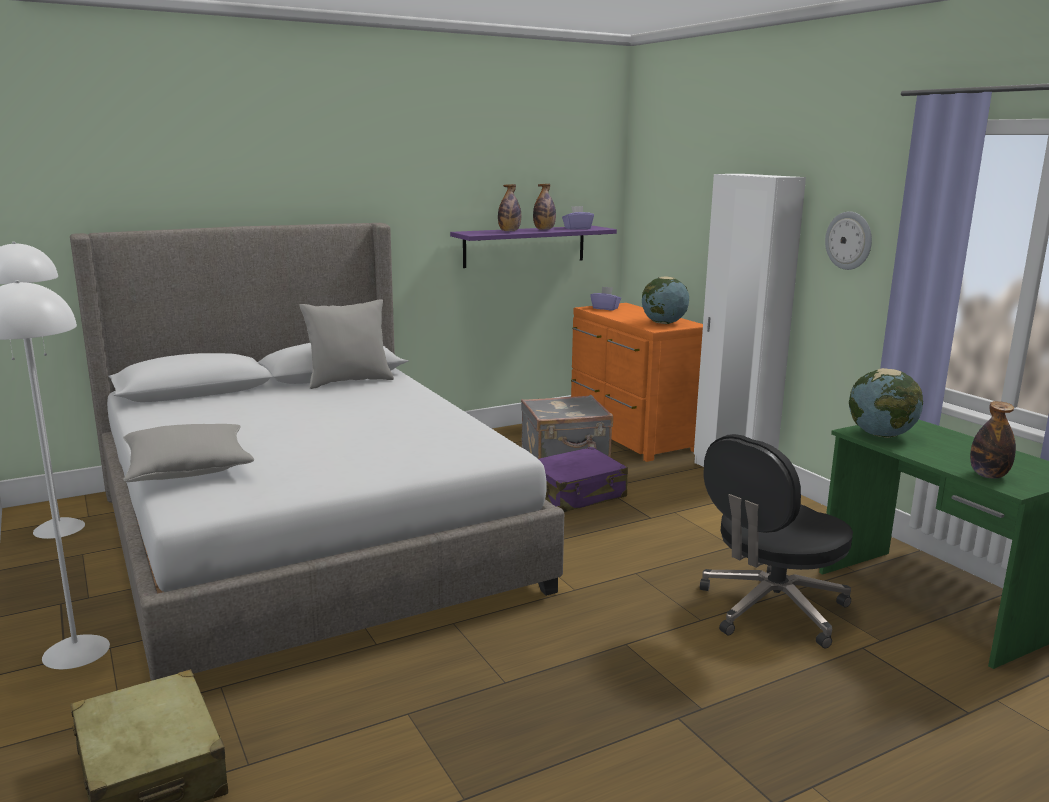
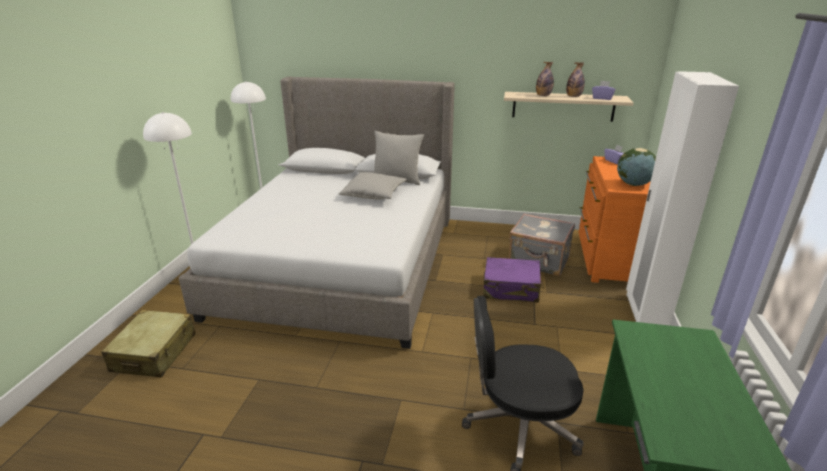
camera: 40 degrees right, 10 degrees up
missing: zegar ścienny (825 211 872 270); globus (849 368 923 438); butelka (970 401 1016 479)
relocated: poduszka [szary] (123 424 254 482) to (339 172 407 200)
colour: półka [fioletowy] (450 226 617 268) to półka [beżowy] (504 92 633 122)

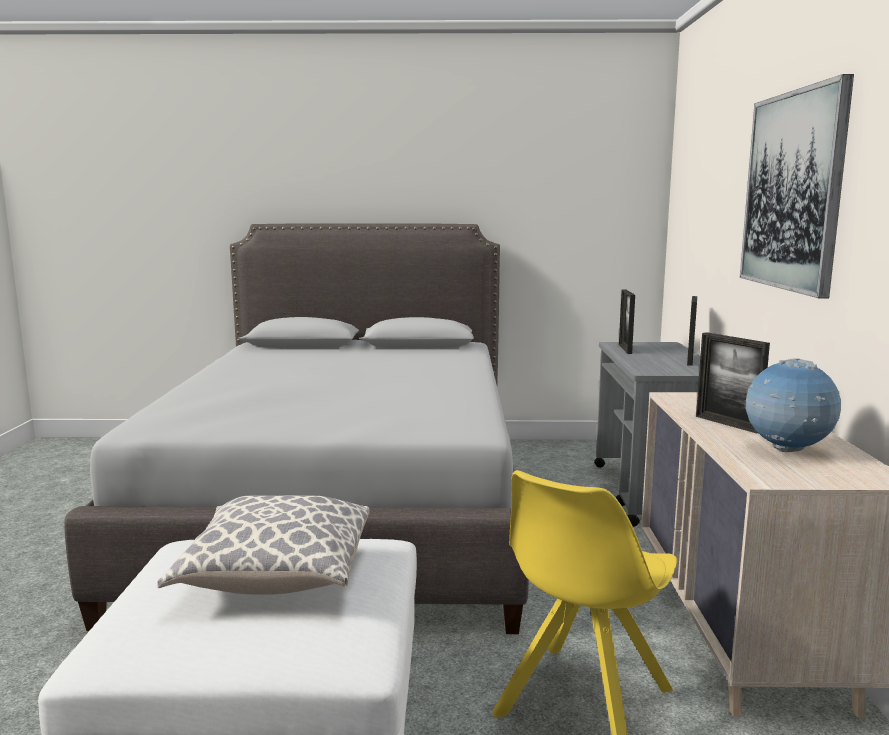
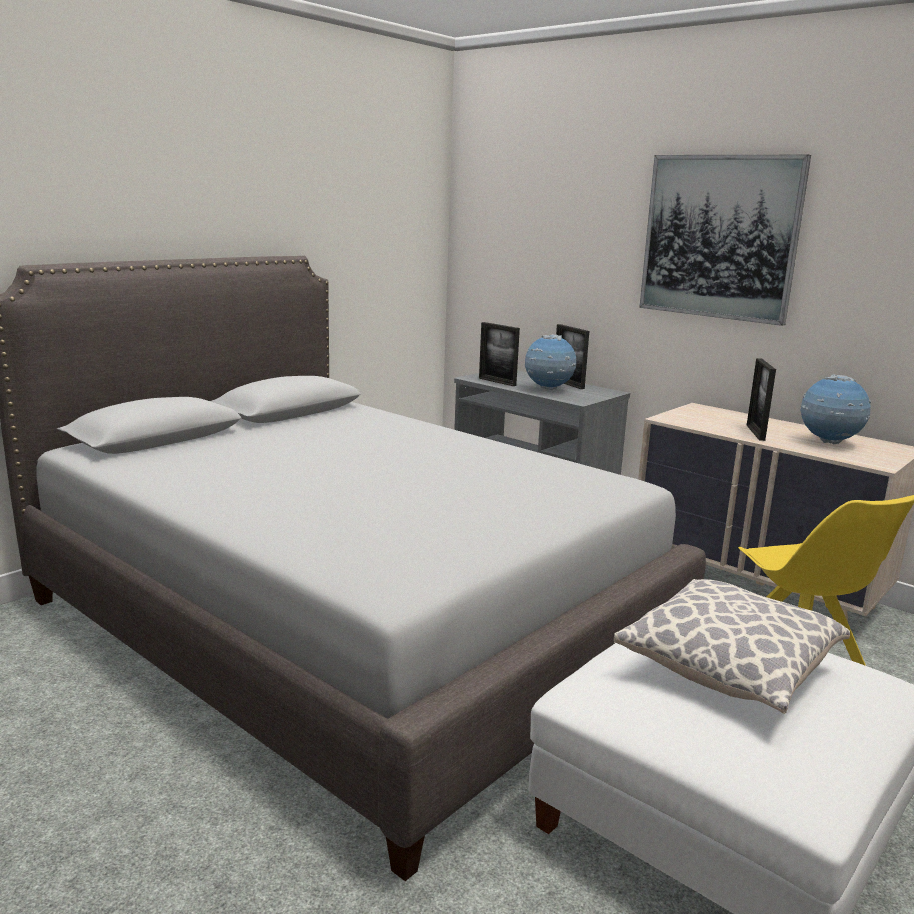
camera: 50 degrees left, 5 degrees up
appeared: globus (525 334 577 390)
spun: ramka na zdjęcie (696 332 770 433) = (747 358 776 441) 90 degrees clockwise

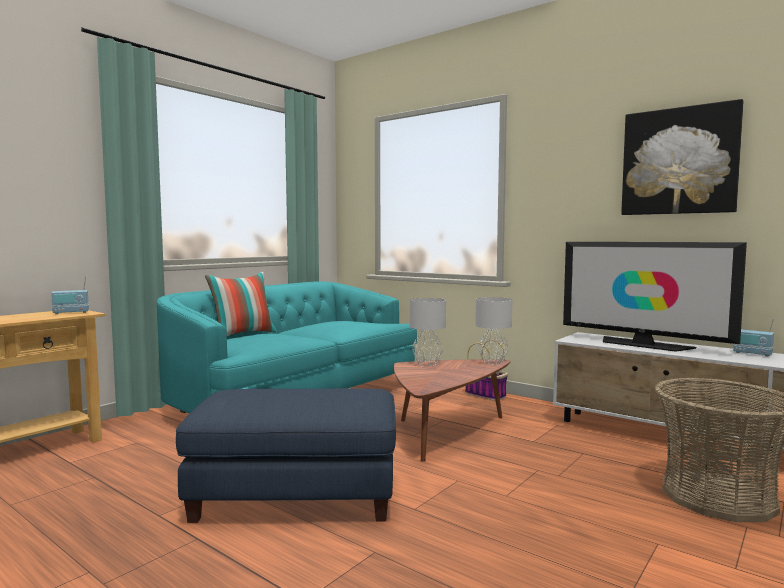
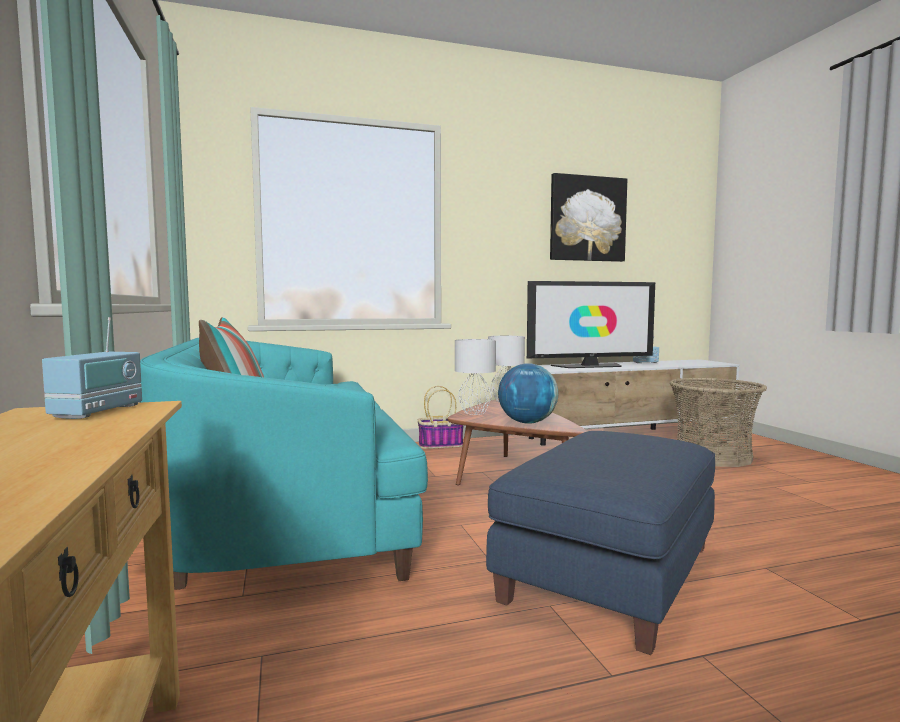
camera: 55 degrees left, 0 degrees up
appeared: globus (498 363 559 424)

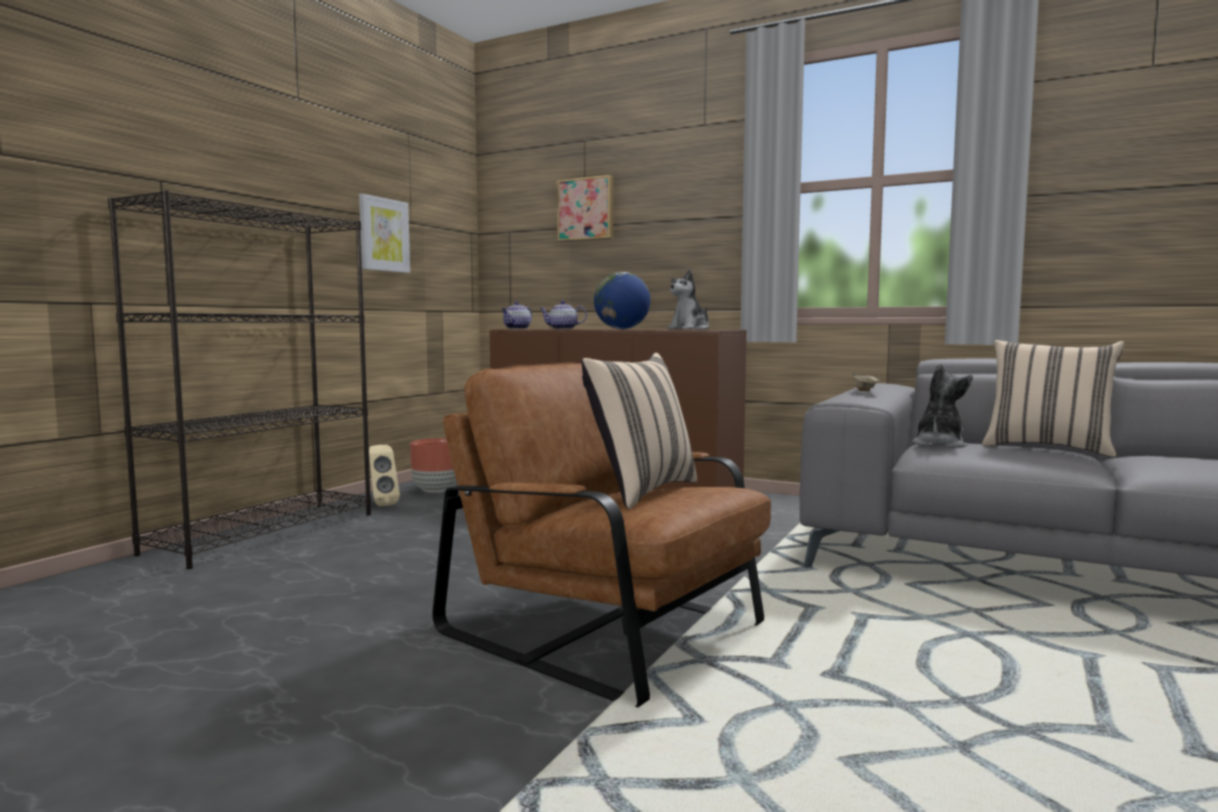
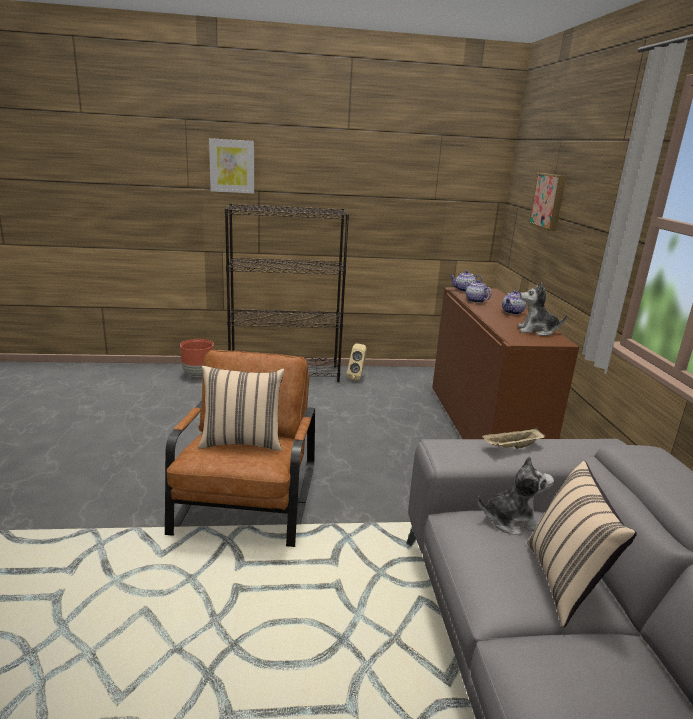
camera: 55 degrees right, 15 degrees up
relocated: donica [brązowy] (410 438 457 493) to (180 339 214 377); obraz (359 194 410 273) to (209 138 254 193)
exchanged: globus (594 272 651 329) to imbryk (502 290 526 315)

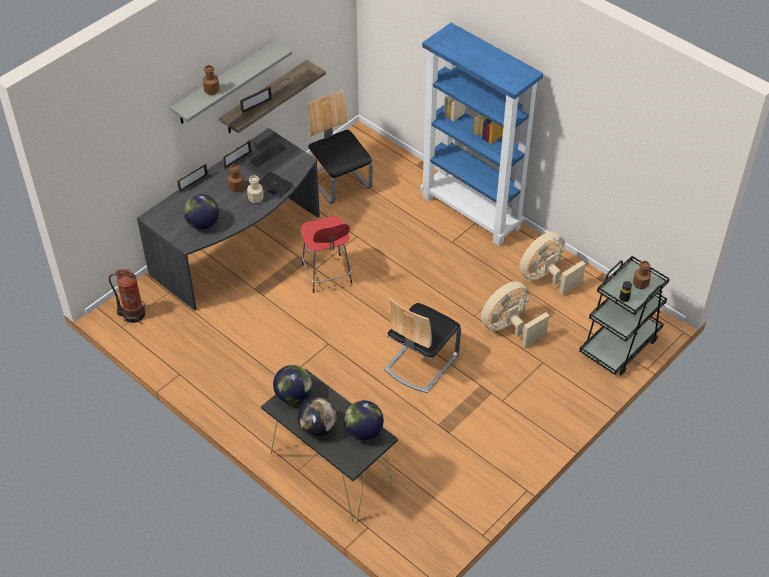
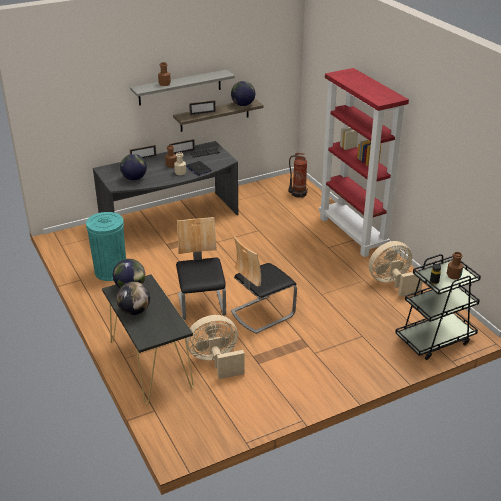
camera: 20 degrees right, 15 degrees down
missing: stołek [czerwony] (301 216 352 293)
appeared: kosz na śmieci [turkusowy] (86 212 126 281)
relocated: krzesło (308 90 373 204) to (176 217 226 320); wentylator [beżowy] (481 281 550 347) to (186 315 245 379); globus (344 400 384 440) to (231 81 255 106); gaśnica (109 270 145 323) to (288 153 308 198)
colour: regał [niebieski] (420 23 543 246) to regał [czerwony] (319 68 409 257)

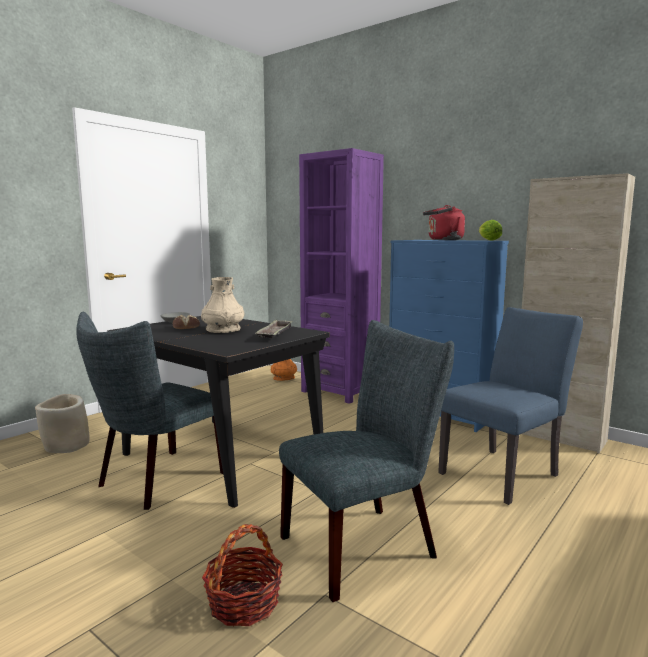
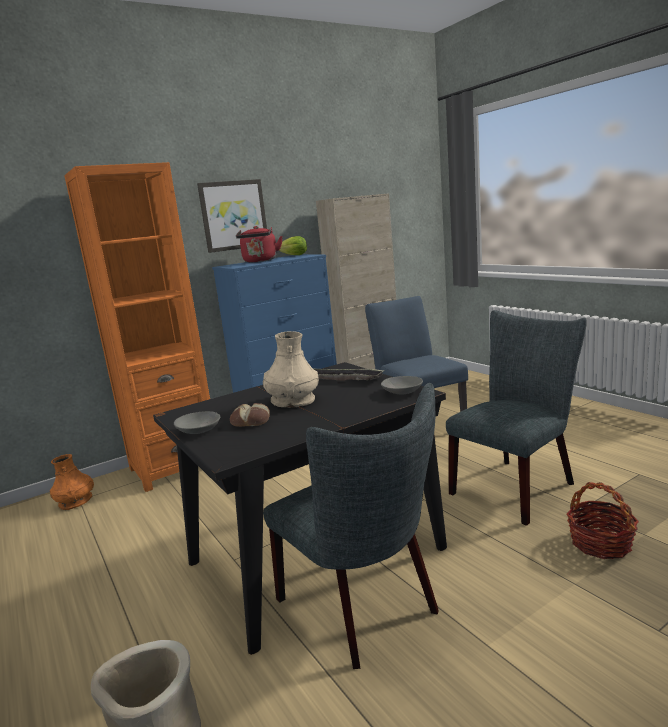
camera: 70 degrees left, 5 degrees up
appeared: obraz (197 179 267 253); miska [szary] (381 376 423 394)
colour: regał [fioletowy] (299 148 384 404) to regał [pomarańczowy] (64 162 210 492)
spun: krzesło [szary] (279 320 454 602) = (446 310 587 526) 60 degrees clockwise

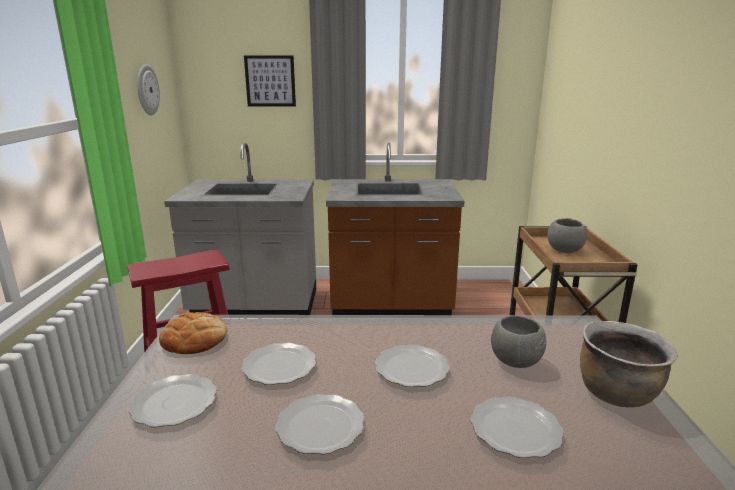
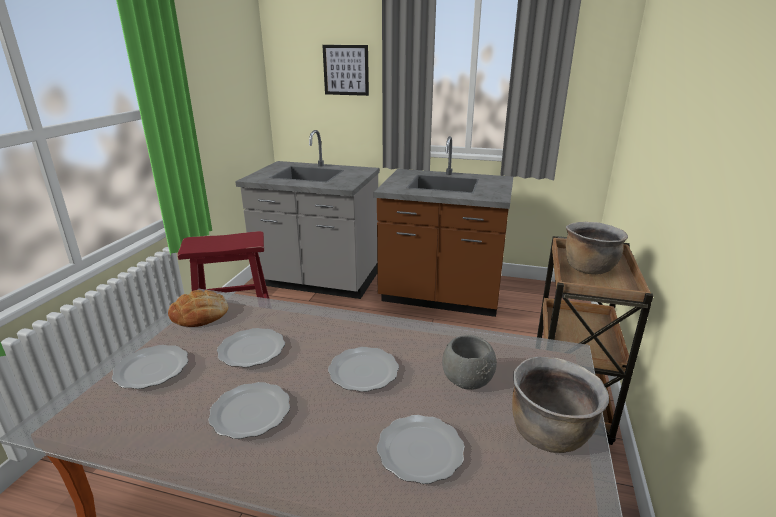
camera: 15 degrees right, 5 degrees up
missing: zegar ścienny (137 65 160 115)
exchanged: miska [szary] (547 218 587 253) to garnek [brązowy] (566 222 628 275)

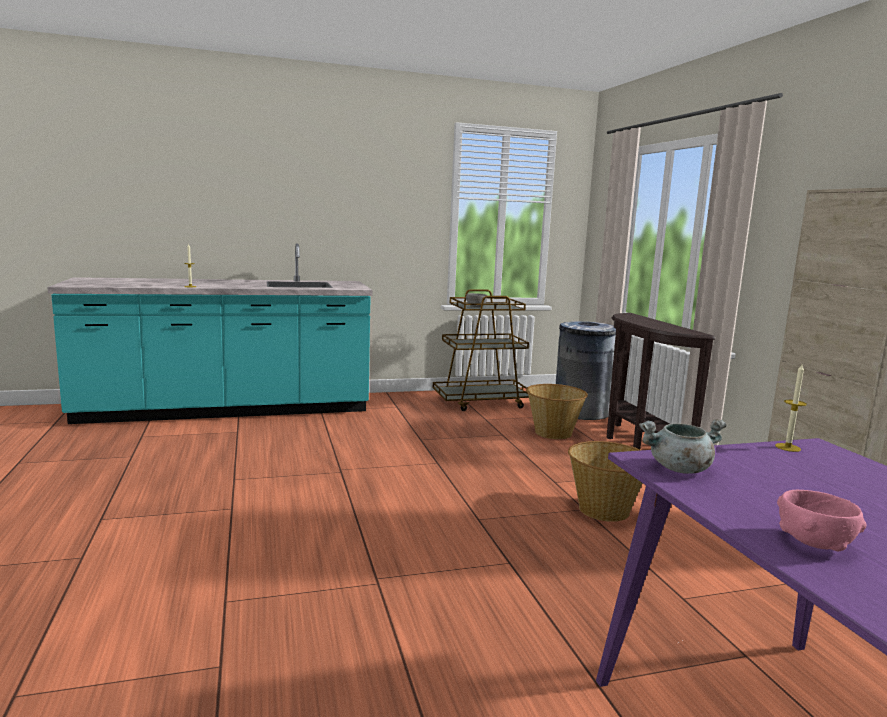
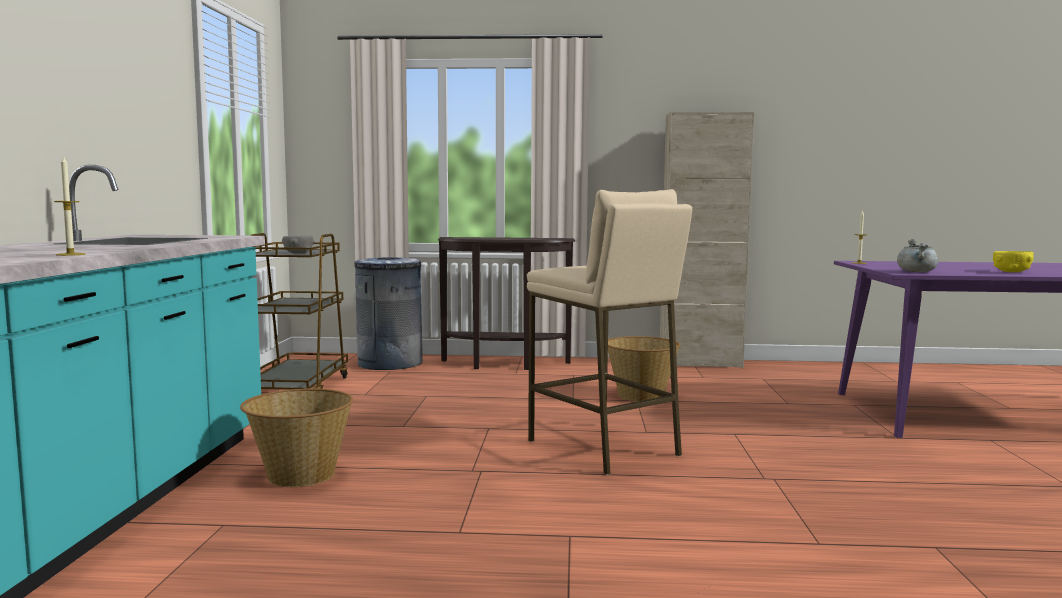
camera: 70 degrees left, 5 degrees down
appeared: stołek [beżowy] (527 189 692 475)
relocated: koszyk (526 384 588 439) to (240 388 353 487)
colour: miska [różowy] (777 490 866 551) to miska [żółty] (993 251 1034 272)

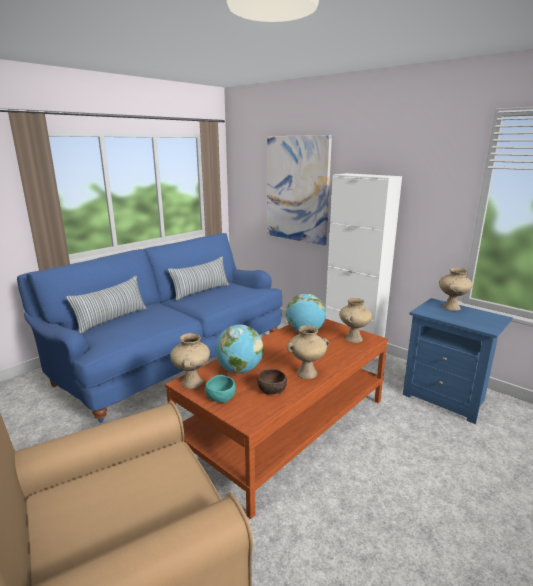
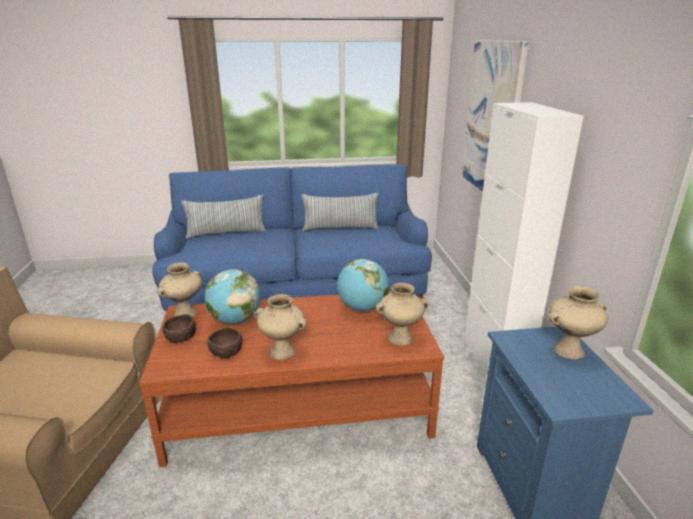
camera: 40 degrees right, 5 degrees up
colour: miska [turkusowy] (205 375 236 403) to miska [brązowy] (163 314 196 344)

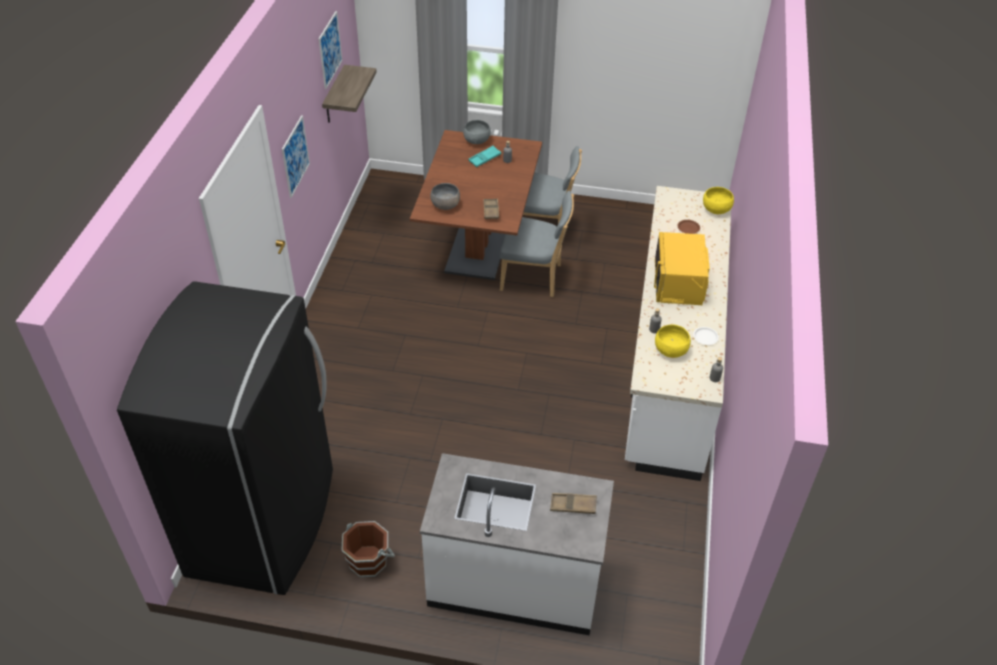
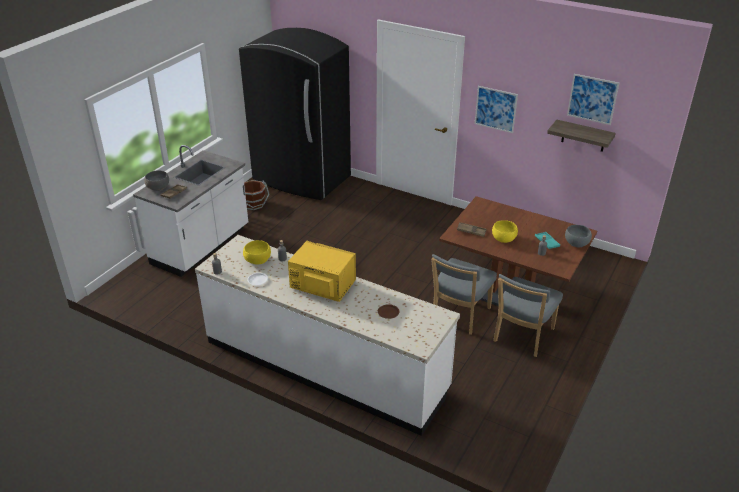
camera: 110 degrees right, 10 degrees down
relocated: miska [szary] (430 183 460 210) to (144 170 169 191); miska [żółty] (703 187 734 214) to (492 220 518 243)

